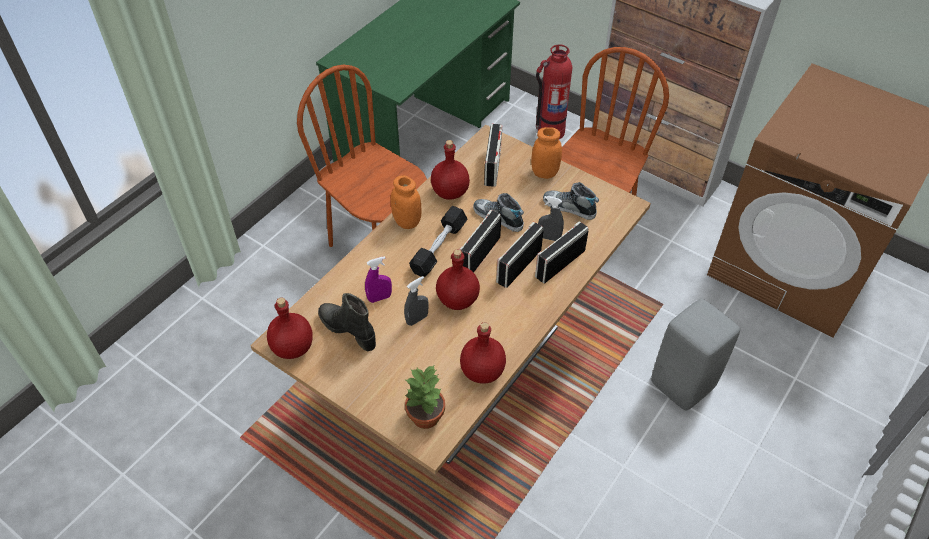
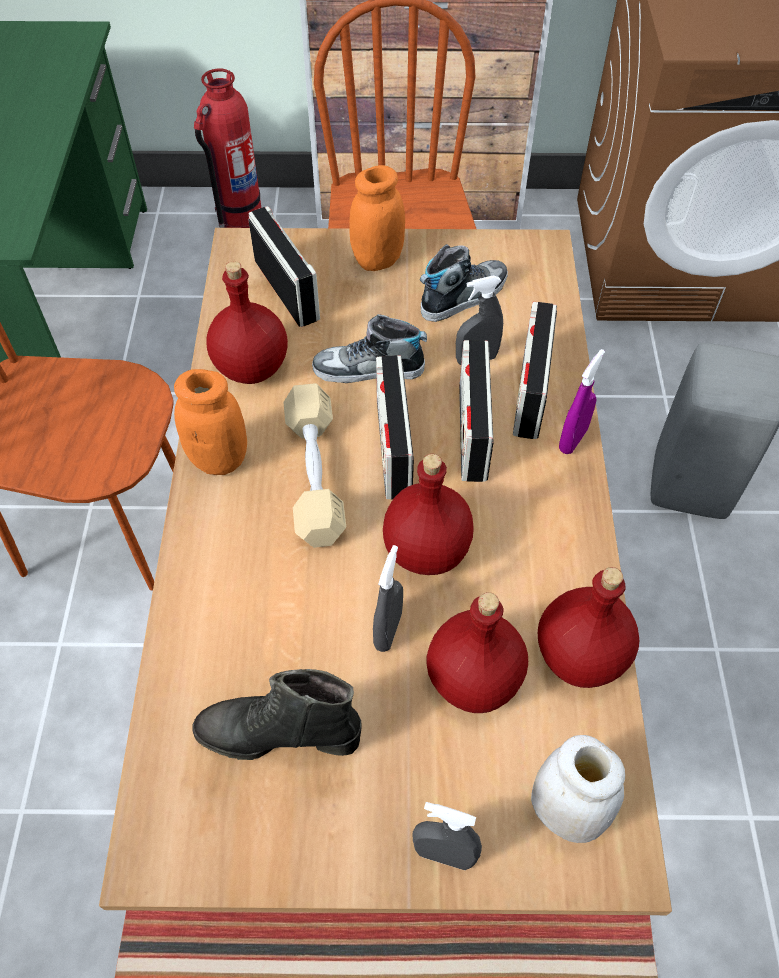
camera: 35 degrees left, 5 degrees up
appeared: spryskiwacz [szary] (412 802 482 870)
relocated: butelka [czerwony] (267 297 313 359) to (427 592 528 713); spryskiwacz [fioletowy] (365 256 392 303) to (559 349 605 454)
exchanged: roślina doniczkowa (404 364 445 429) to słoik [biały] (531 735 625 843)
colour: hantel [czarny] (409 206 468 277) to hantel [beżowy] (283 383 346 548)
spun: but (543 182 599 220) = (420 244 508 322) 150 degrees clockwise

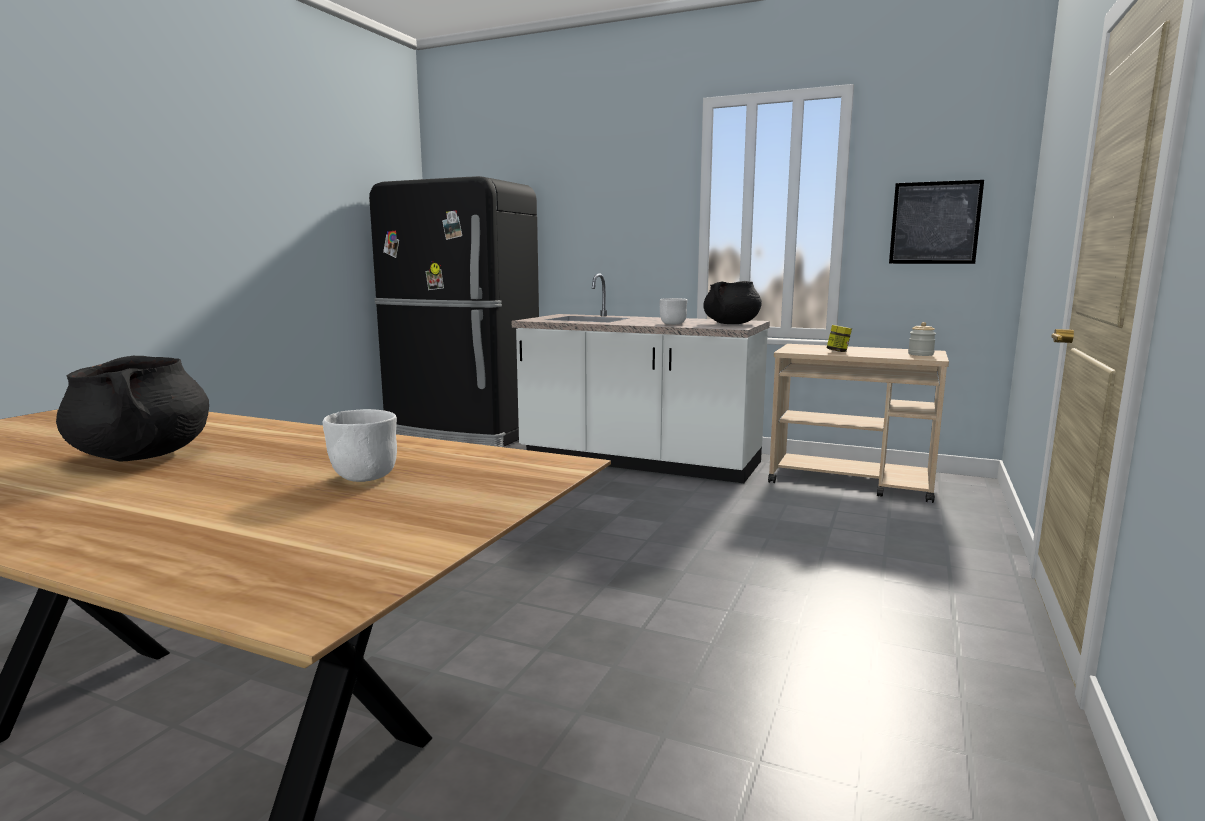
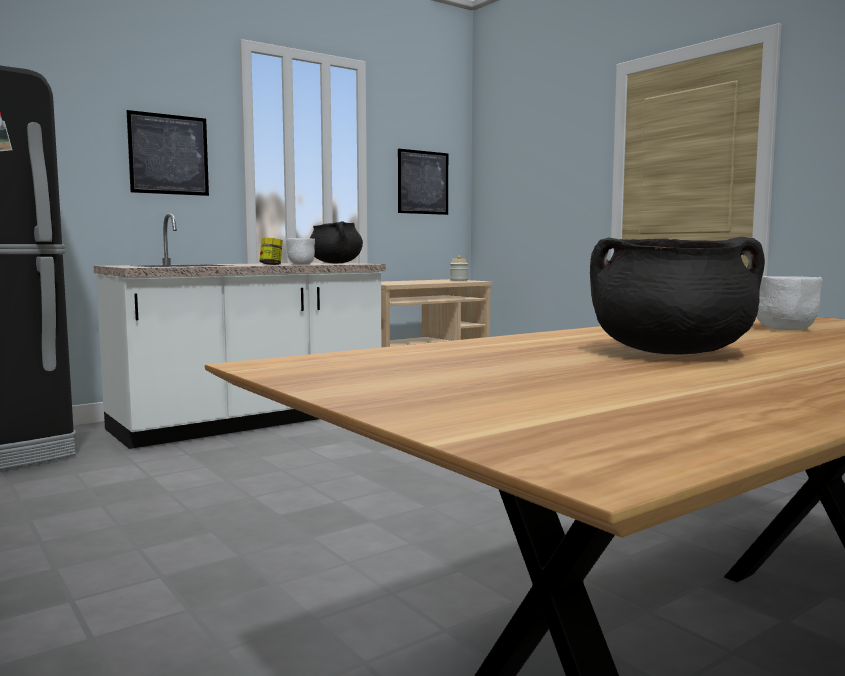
camera: 60 degrees left, 5 degrees down
appeared: obraz (126 110 209 196)
relocated: słoik (827 325 852 352) to (259 238 283 265)

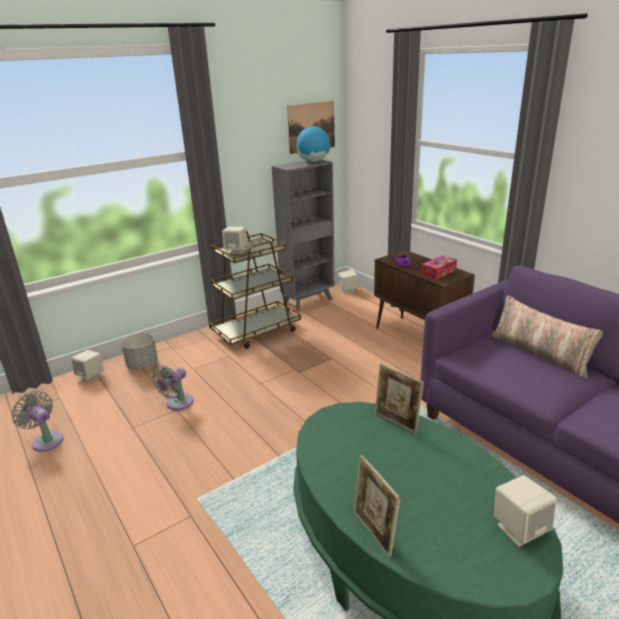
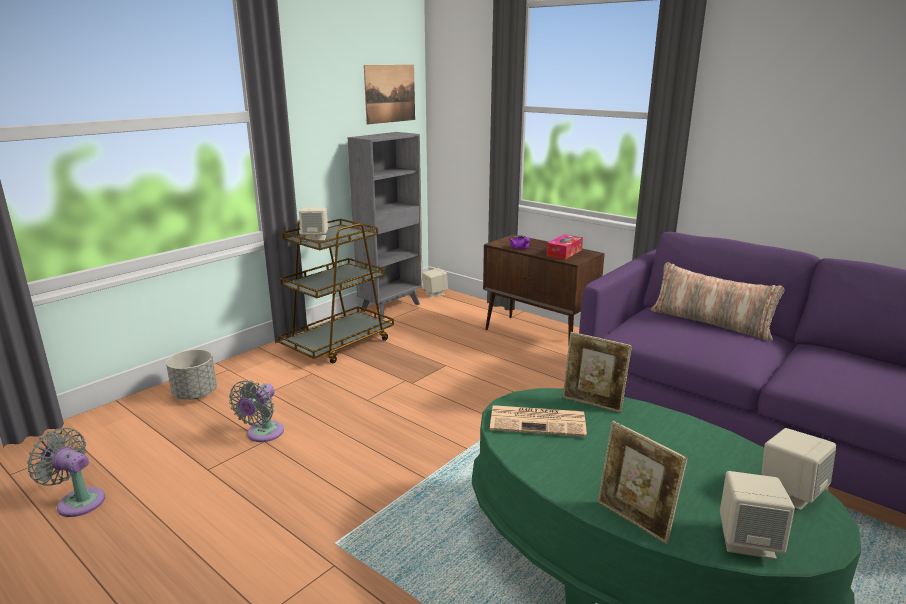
camera: 15 degrees left, 5 degrees down
missing: globus (296 126 331 162)
appeared: gazeta (490 405 587 437)
relocated: głośnik [beżowy] (71 350 103 382) to (720 471 795 559)

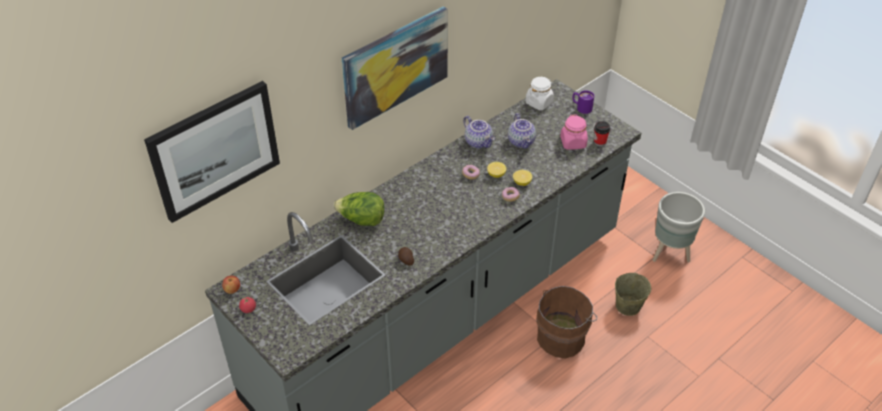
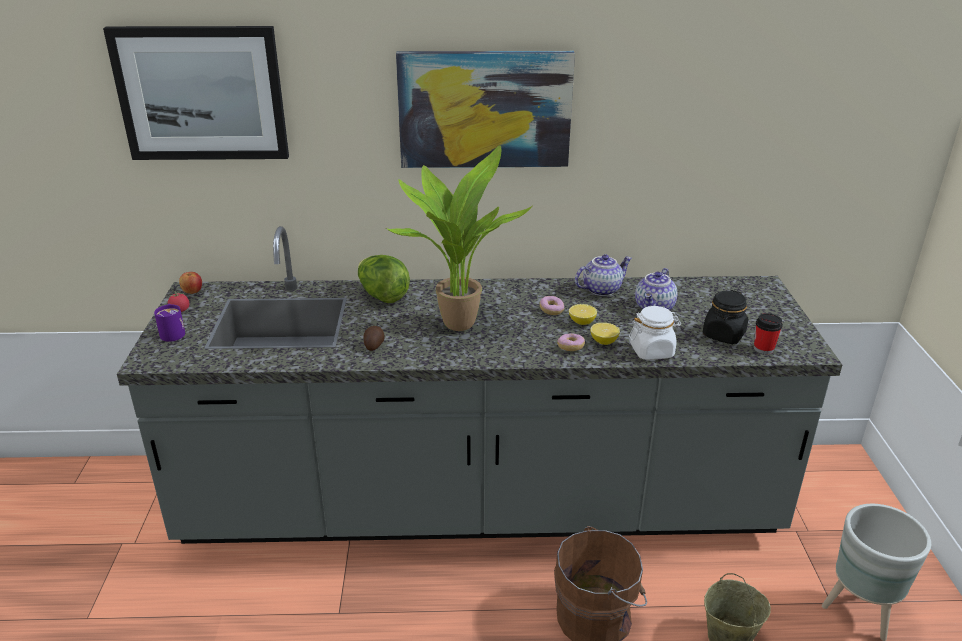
camera: 40 degrees right, 15 degrees down
appeared: roślina doniczkowa (386 145 533 331)
relocated: kubek [fioletowy] (572 90 594 114) to (154 304 185 342); słoik [biały] (526 77 554 110) to (629 306 681 360)
colour: słoik [różowy] (560 114 588 150) to słoik [czarny] (703 290 748 344)
spun: imbryk (463 116 495 148) = (575 254 632 296) 120 degrees counterclockwise

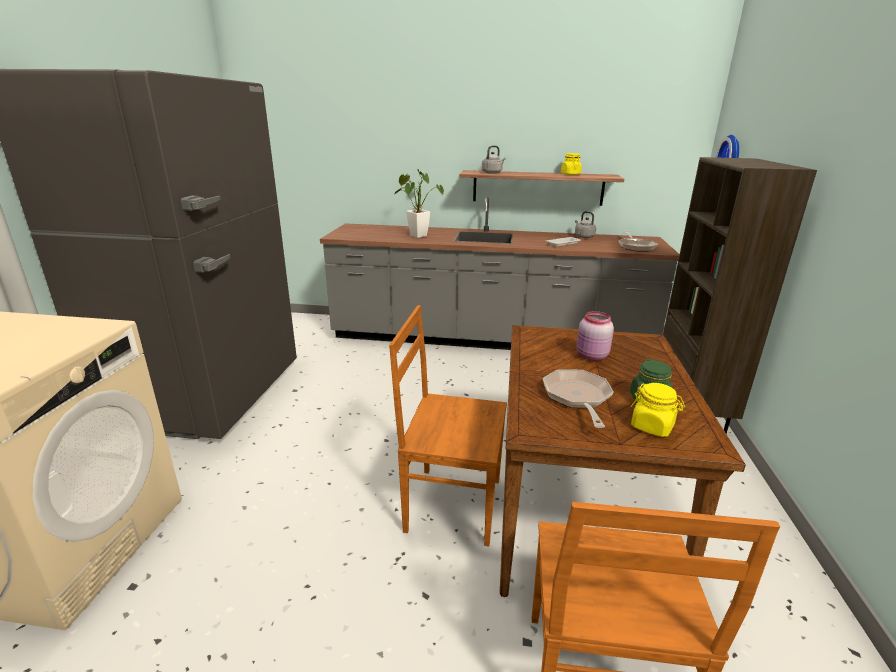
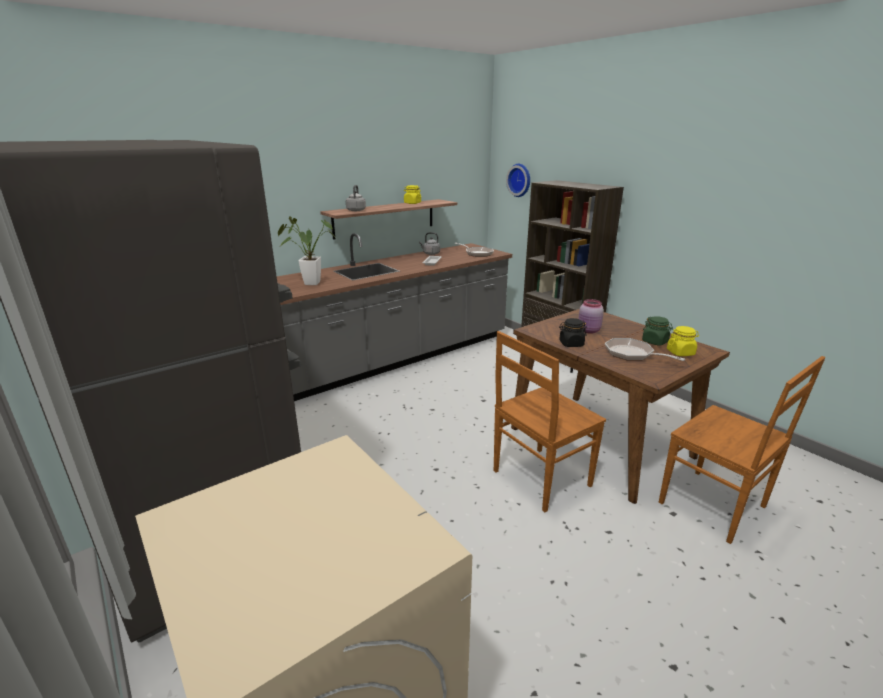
camera: 45 degrees left, 0 degrees up
appeared: słoik [czarny] (559 318 587 347)

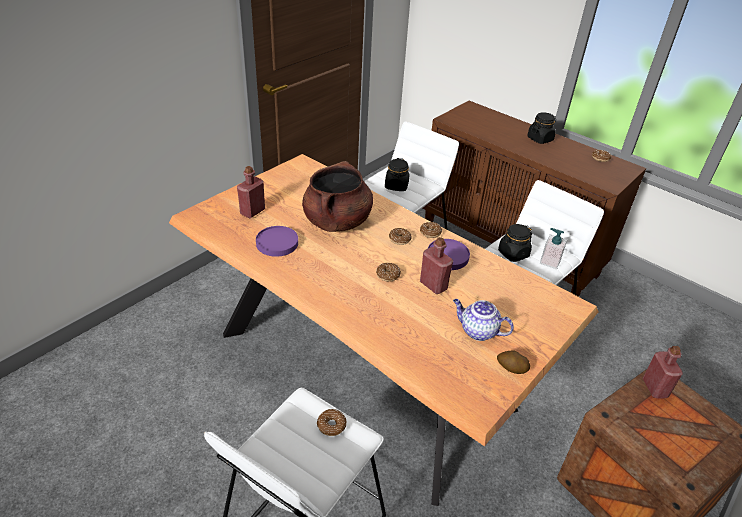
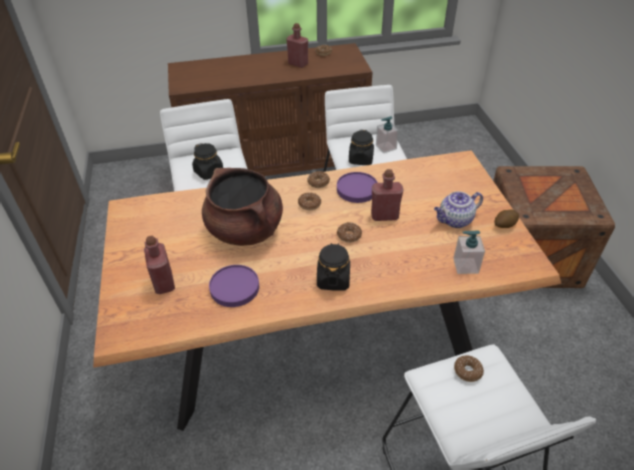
camera: 50 degrees left, 5 degrees up
appeared: dozownik mydła (453 230 485 274)
relocated: butelka [czerwony] (643 346 683 399) to (286 23 308 68); słoik [czarny] (527 112 556 144) to (317 243 350 291)

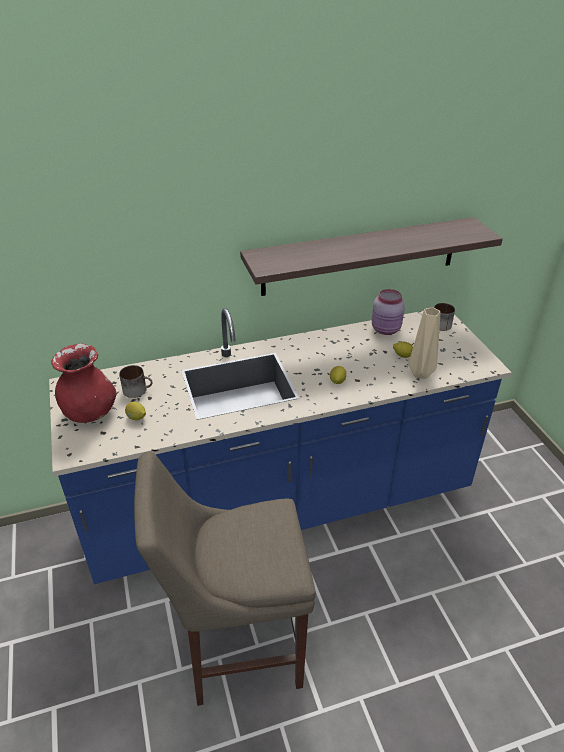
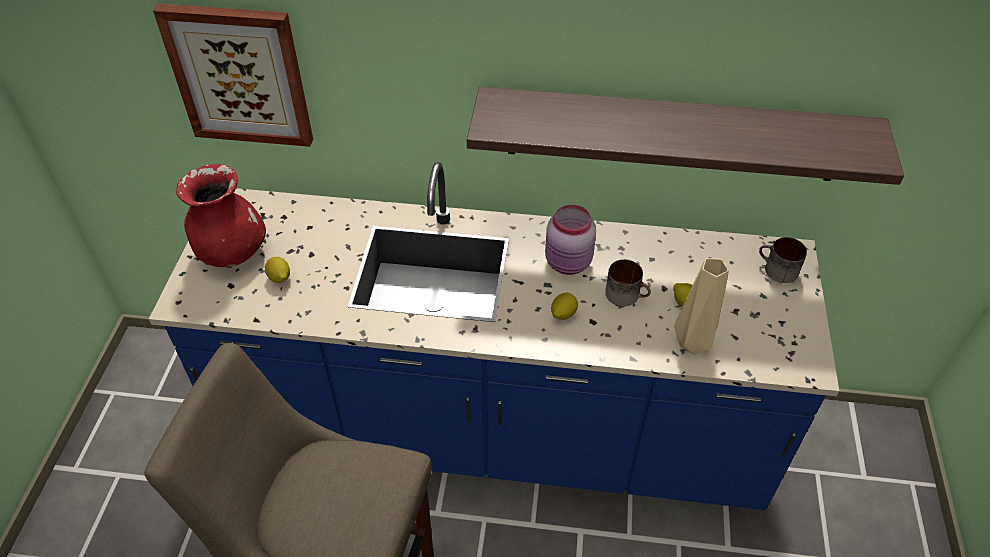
camera: 25 degrees right, 10 degrees up
appeared: obraz (153 3 313 147)
relocated: słoik [różowy] (372 289 405 335) to (545 205 596 275); kubek (119 365 153 398) to (605 259 651 306)

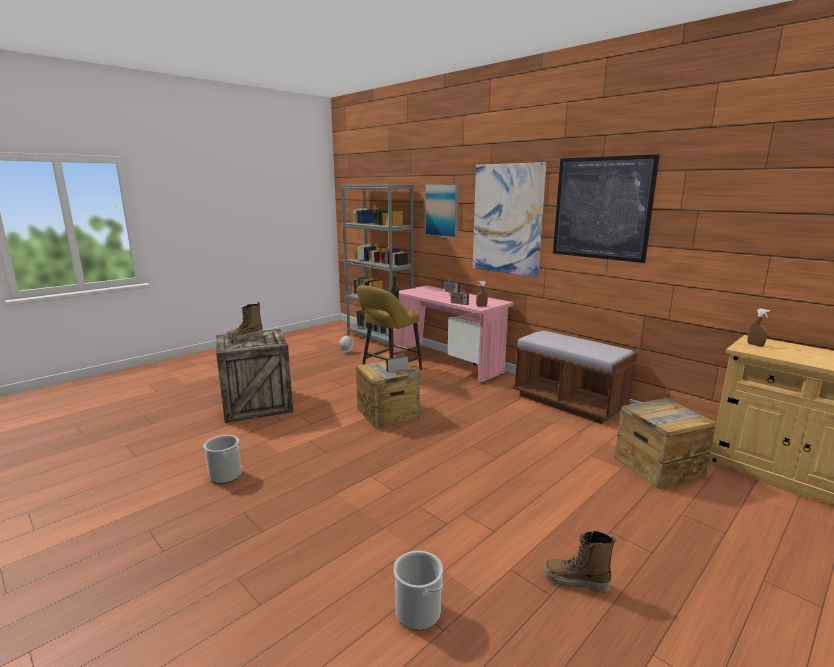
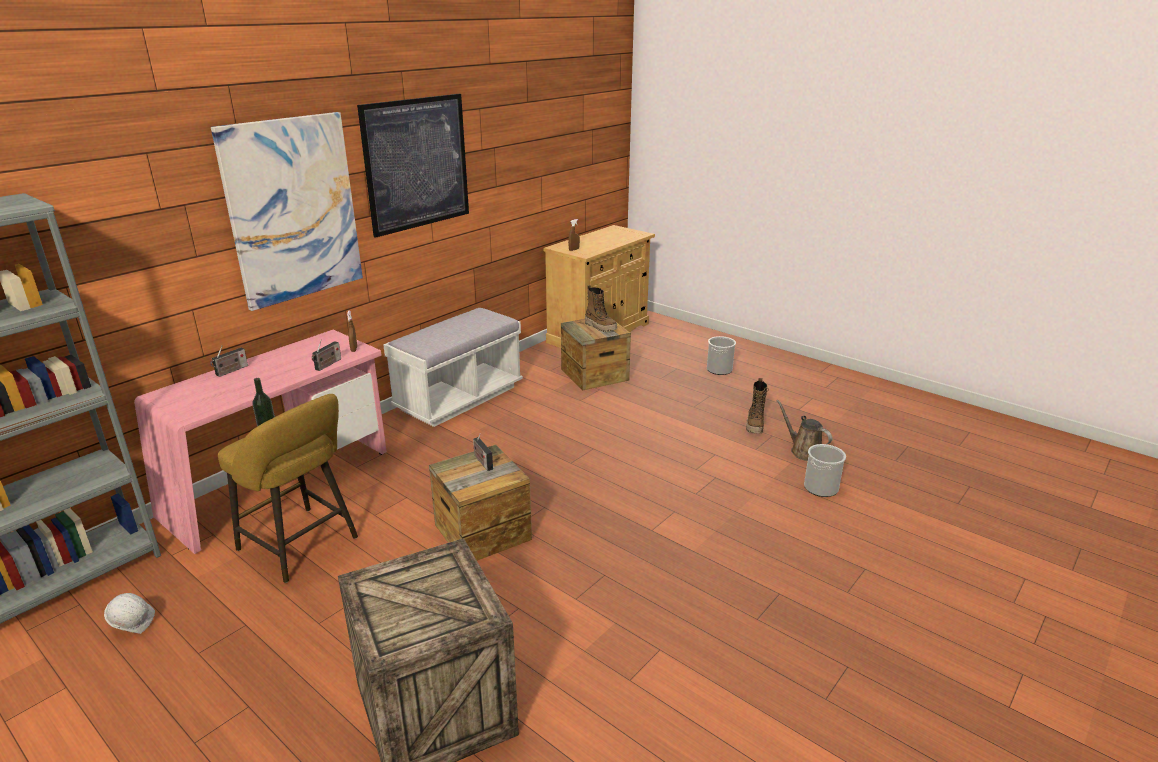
camera: 95 degrees left, 10 degrees up
missing: obraz (425 183 459 238)
appeared: konewka [brązowy] (777 400 832 461)
relocated: but z cholewką (227 302 263 341) to (585 285 617 332); wiadro (204 435 242 484) to (707 336 736 375)
colour: ławka [brązowy] (513 331 638 424) to ławka [biały] (383 308 523 427)

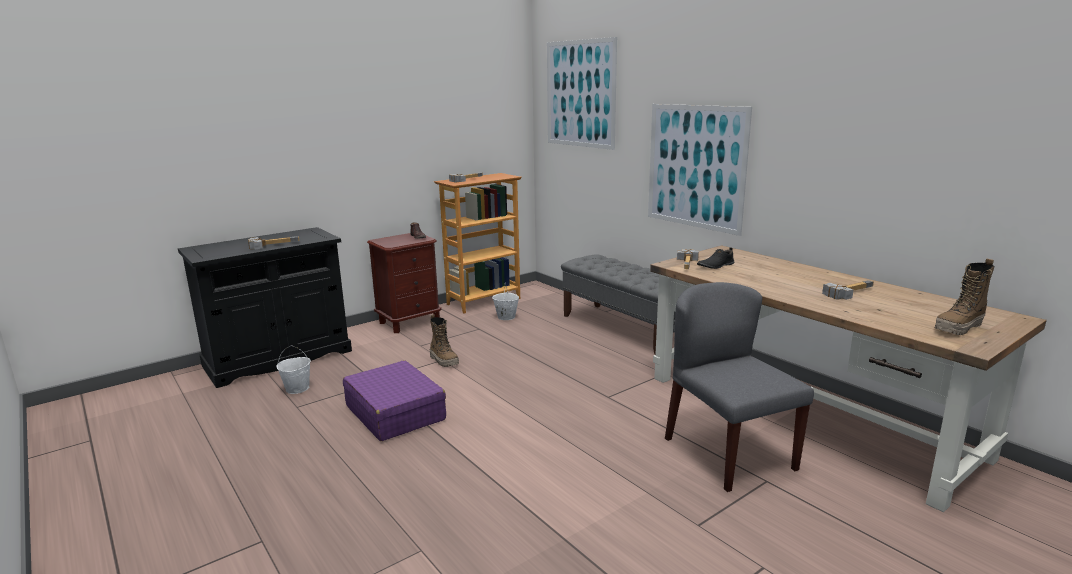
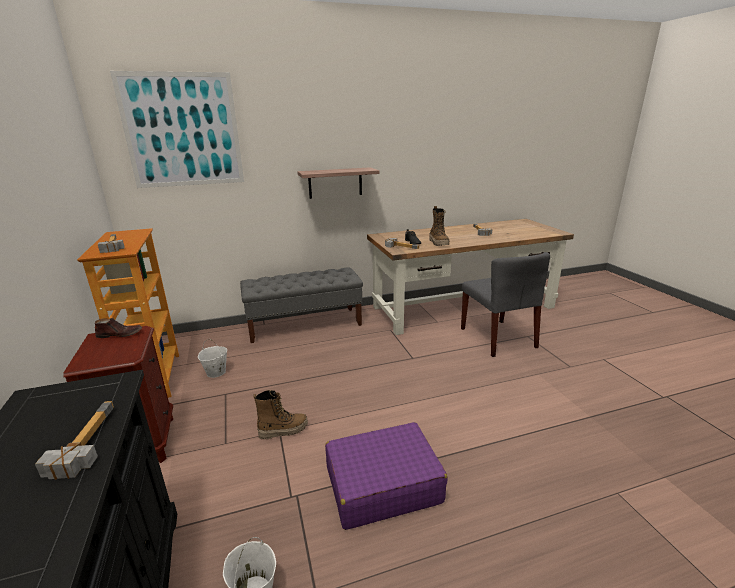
camera: 70 degrees left, 5 degrees up
relocated: but z cholewką (935 259 994 335) to (429 206 449 246)
exchanged: obraz (648 104 752 236) to półka (297 167 380 199)
spun: krzesło [szary] (665 282 814 492) = (461 252 550 357) 105 degrees counterclockwise

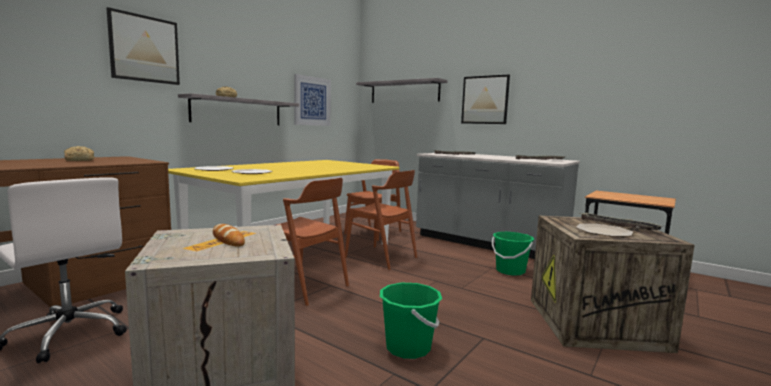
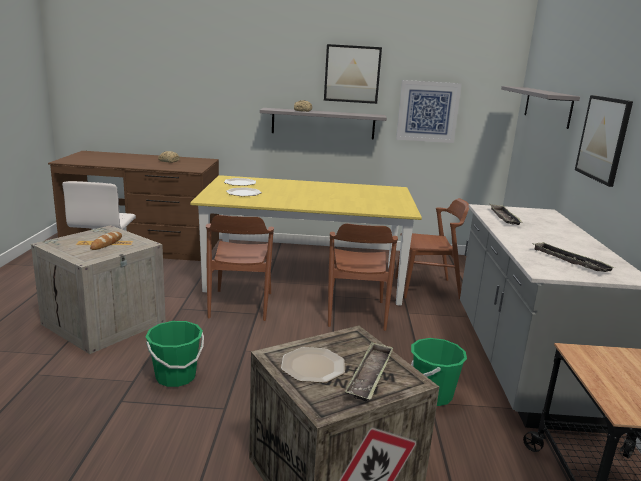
camera: 55 degrees right, 10 degrees up
relocated: obraz (107 7 180 85) to (324 44 382 104)

